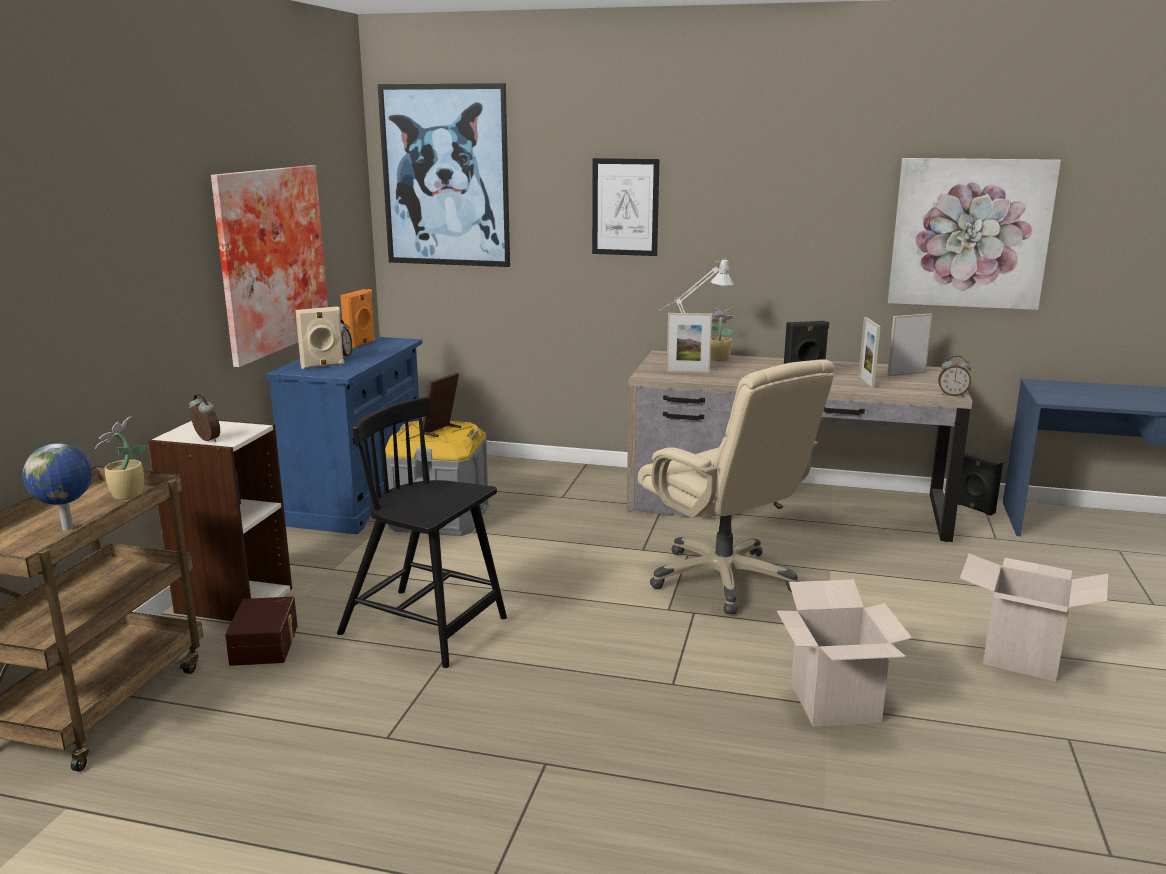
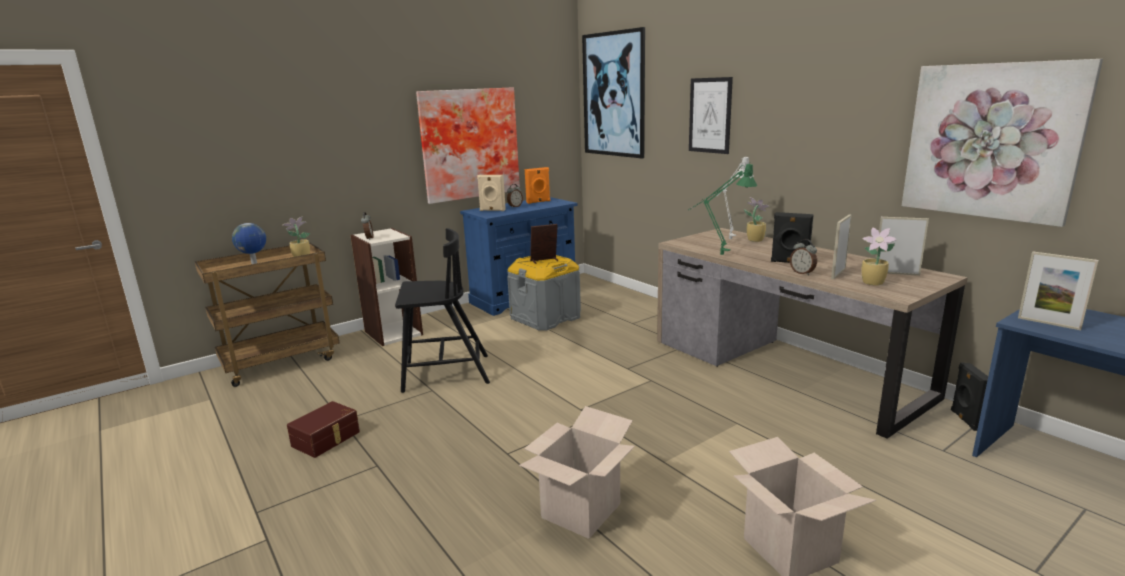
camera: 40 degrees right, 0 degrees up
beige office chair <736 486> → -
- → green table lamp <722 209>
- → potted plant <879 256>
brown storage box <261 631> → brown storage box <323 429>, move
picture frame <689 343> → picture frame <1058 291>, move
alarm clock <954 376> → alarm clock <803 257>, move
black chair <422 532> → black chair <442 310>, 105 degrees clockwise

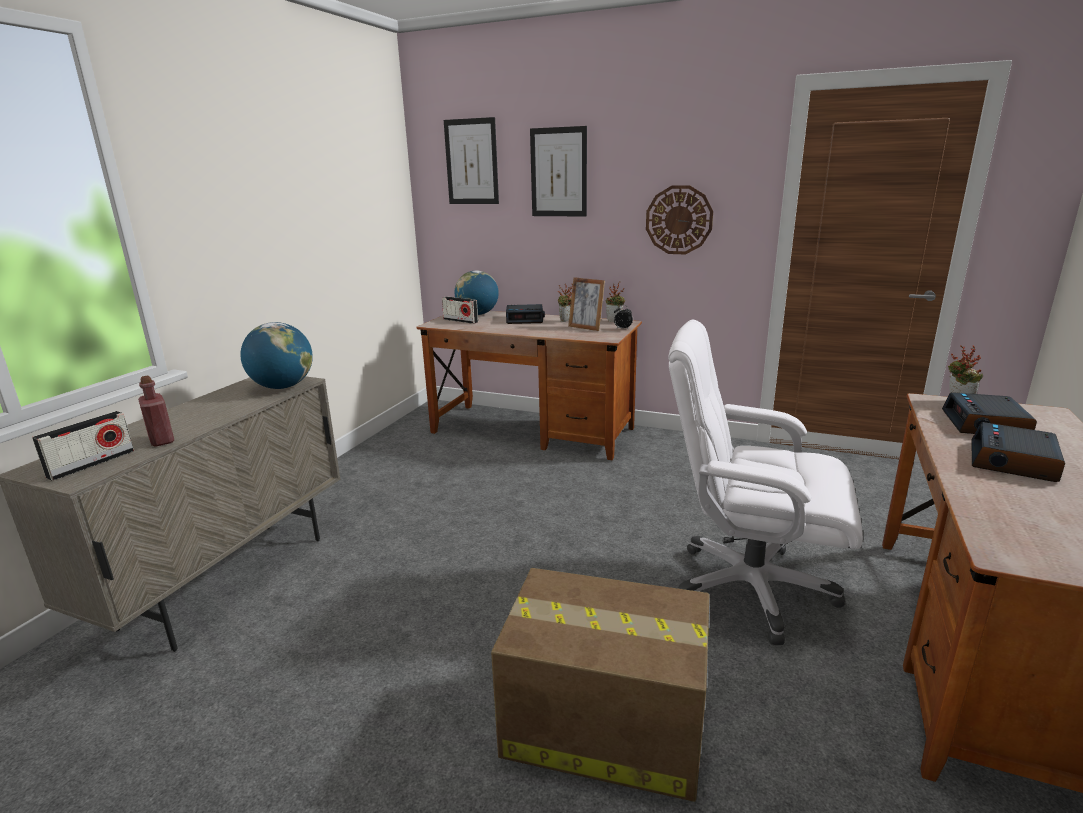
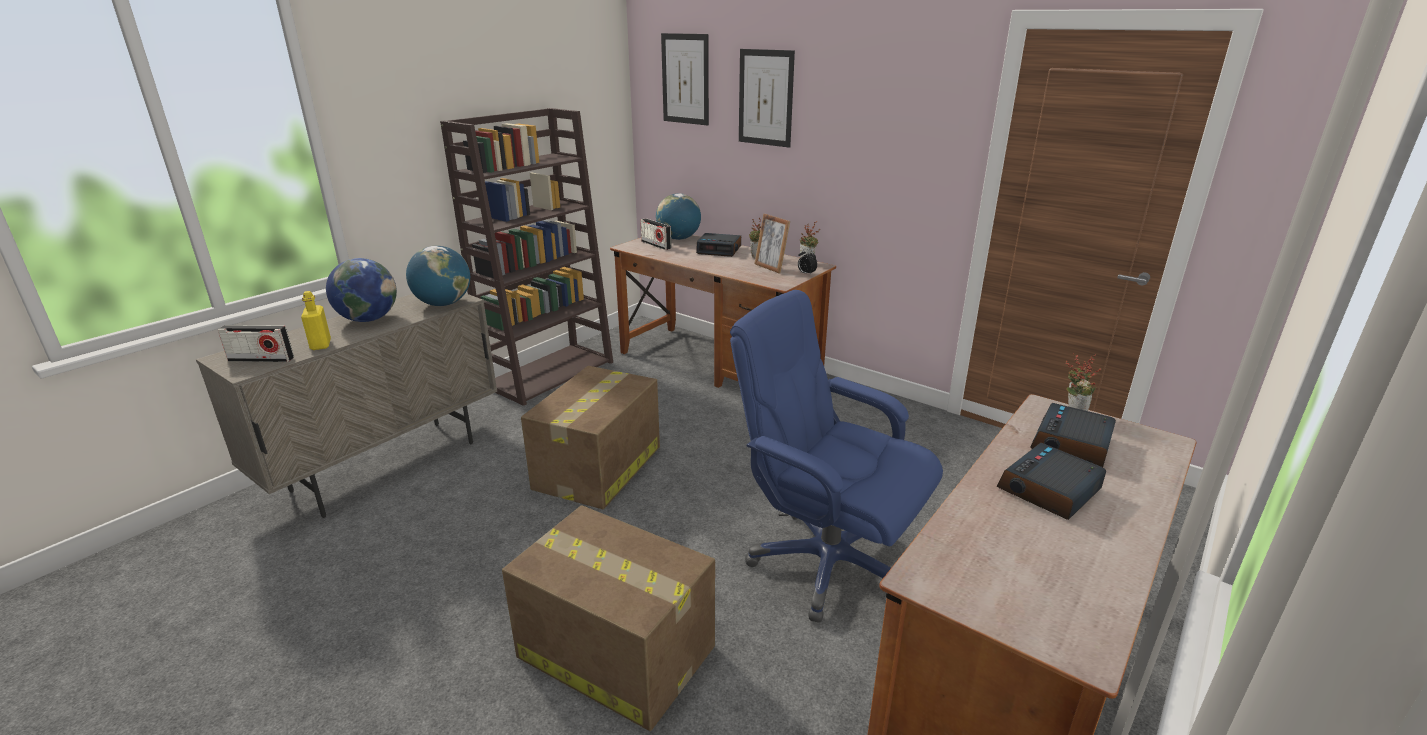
camera: 15 degrees right, 5 degrees up
wall clock <679 219> → -
- → globe <361 290>
- → brown bookcase <526 257>
- → cardboard box <590 437>
red bottle <156 411> → yellow bottle <316 320>
white office chair <765 482> → blue office chair <836 456>
radio <83 446> → radio <256 343>, 45 degrees clockwise

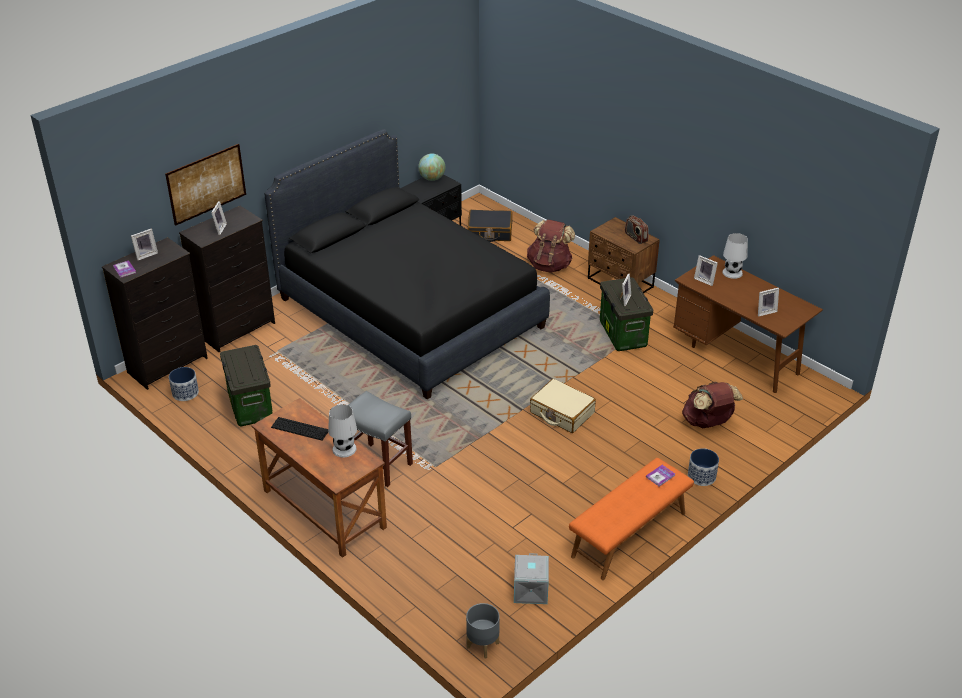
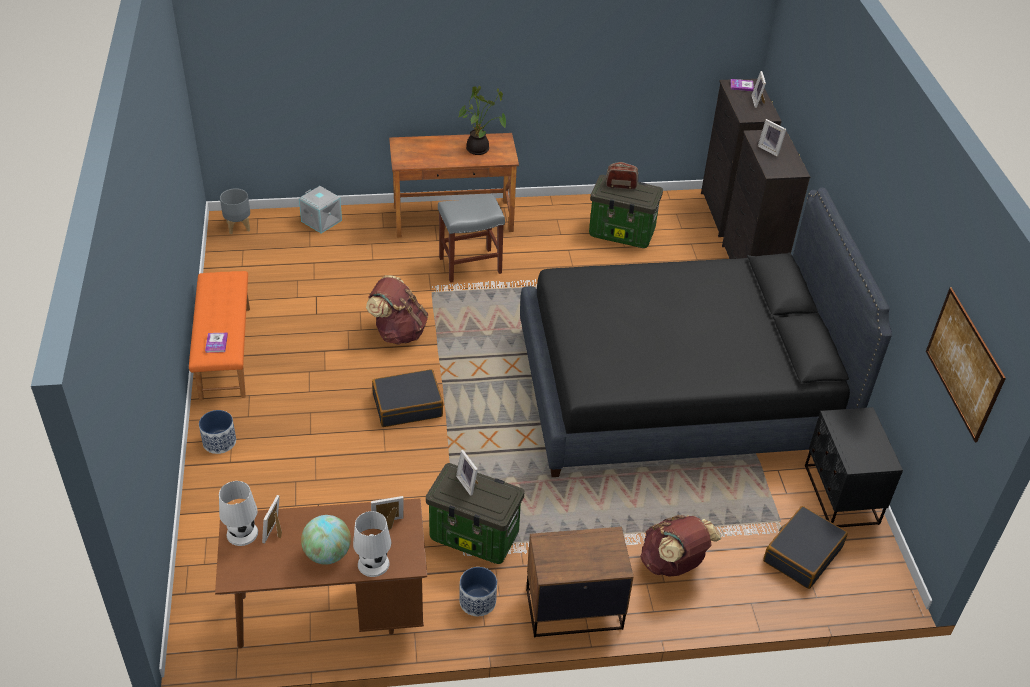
camera: 125 degrees right, 5 degrees up
picture <205 185> → picture <966 365>, move
planter <184 384> → planter <478 591>, move
white table lamp <342 430> → white table lamp <238 513>, move
globe <431 167> → globe <326 540>, move
grey storage box <531 578> → grey storage box <320 209>, move
radio <636 229> → radio <622 175>, move
brown backpack <712 405> → brown backpack <397 310>, move
keyboard <299 429> → potted plant <482 120>
beige suitcase <563 406> → black suitcase <407 398>

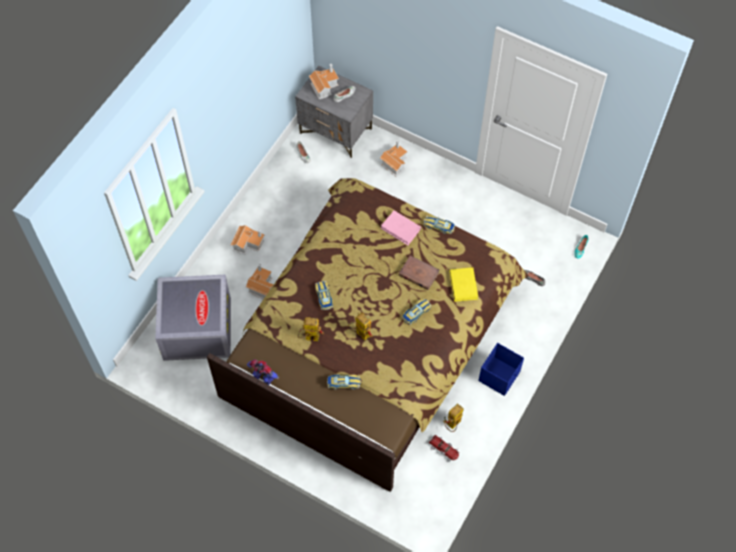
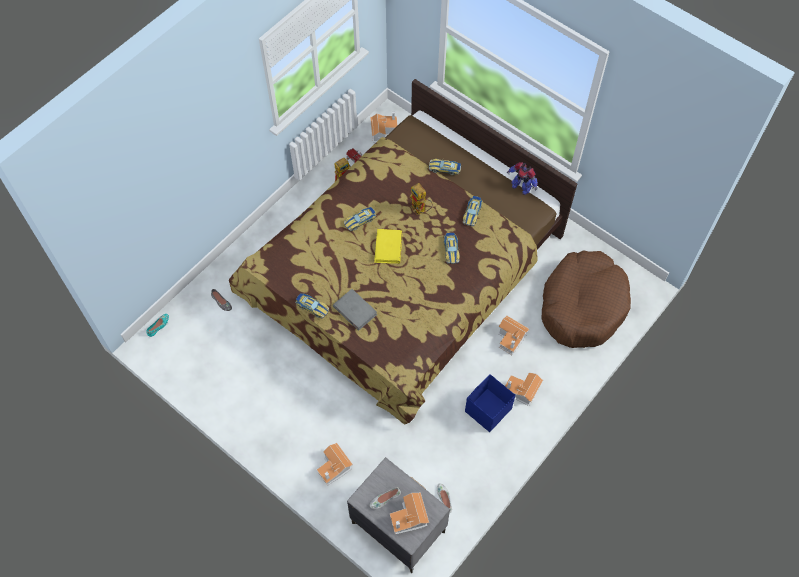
camera: 170 degrees left, 0 degrees up
brown book <419 272> → -
- → toy house <384 126>
yellow book <463 284> → yellow book <388 246>, move
blue storage box <501 369> → blue storage box <490 403>, move
grey storage box <193 317> → brown dog bed <586 299>
toy robot <311 329> → toy car <472 211>
pink book <401 227> → grey book <355 310>

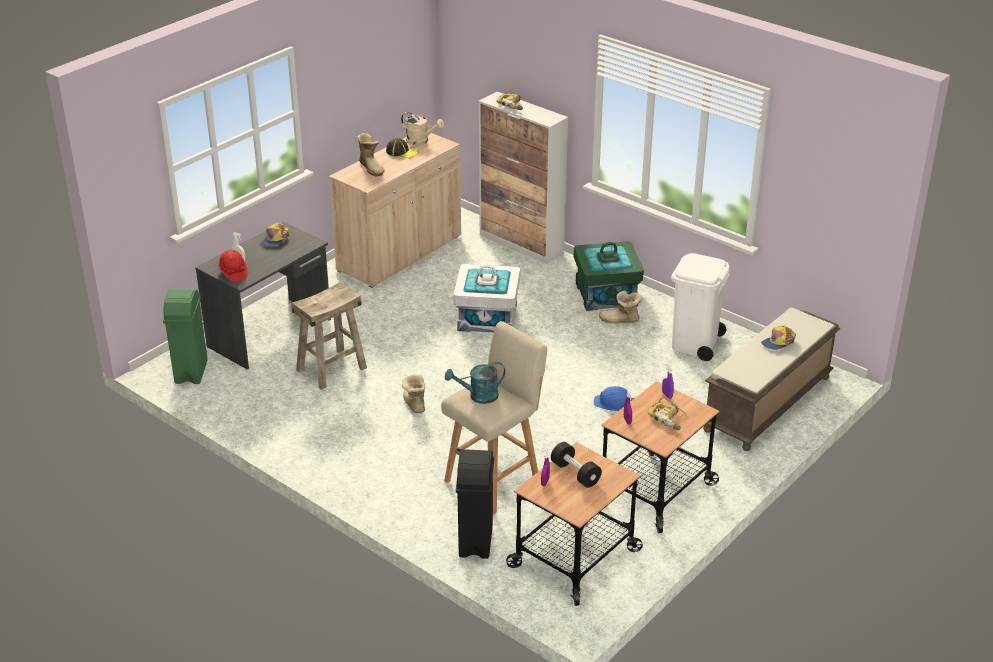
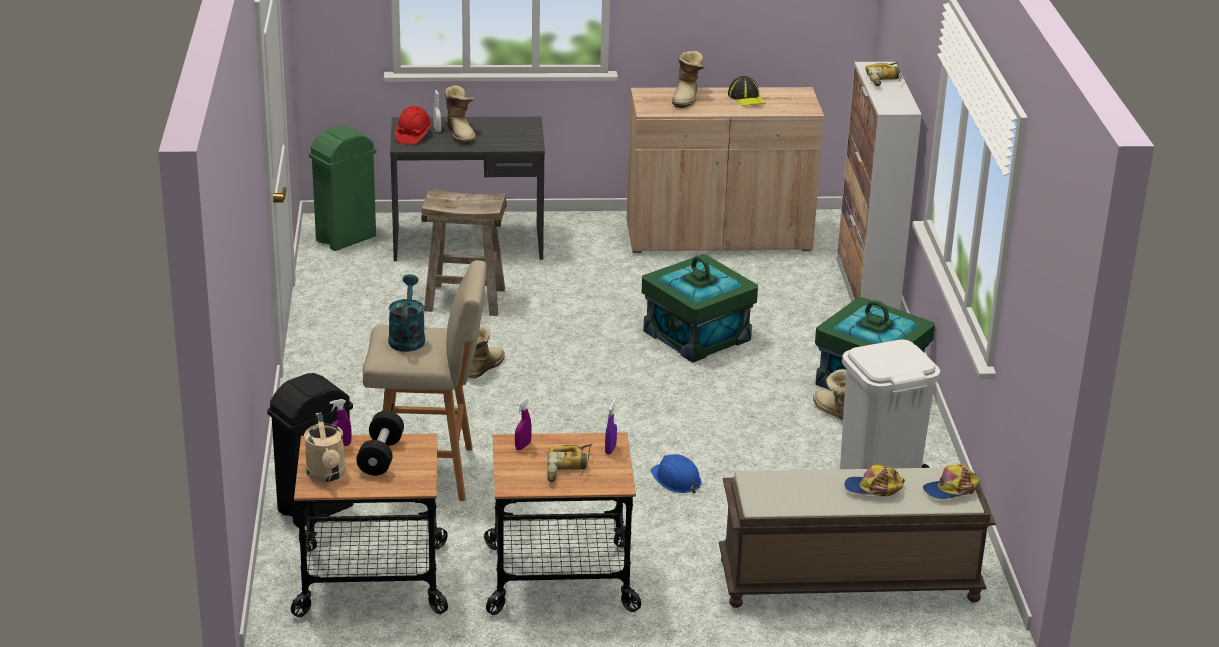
camera: 45 degrees right, 5 degrees down
- → boot <460 114>
cap <274 234> → cap <951 481>, move
beige watering can <422 128> → beige watering can <325 447>, move
white storage box <487 298> → green storage box <700 309>
turquoise watering can <475 383> → turquoise watering can <407 313>, 60 degrees clockwise

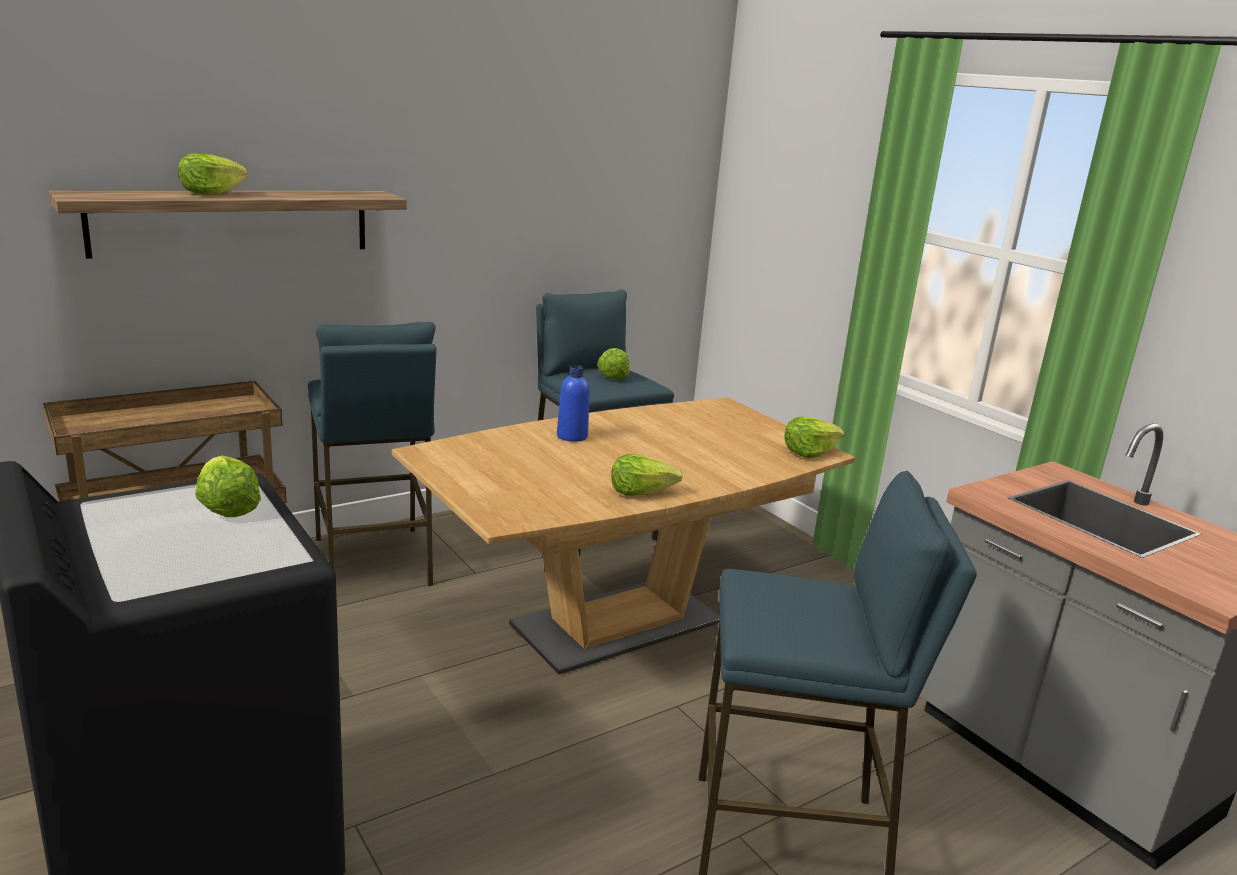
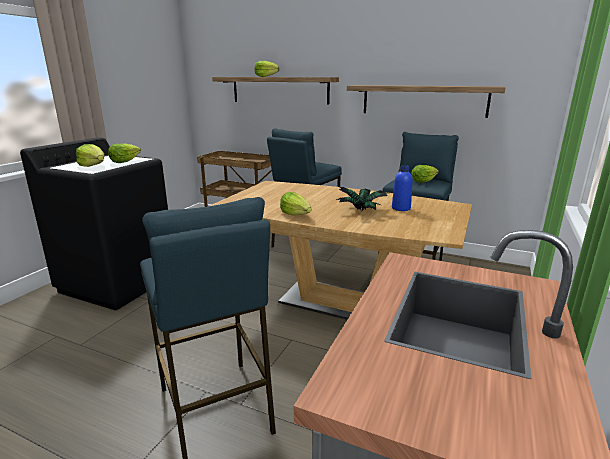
camera: 60 degrees right, 0 degrees up
- → potted plant <362 199>
- → shelf <426 101>
blue bottle <573 403> → blue bottle <402 188>, move
lettuce <814 437> → lettuce <90 155>, move

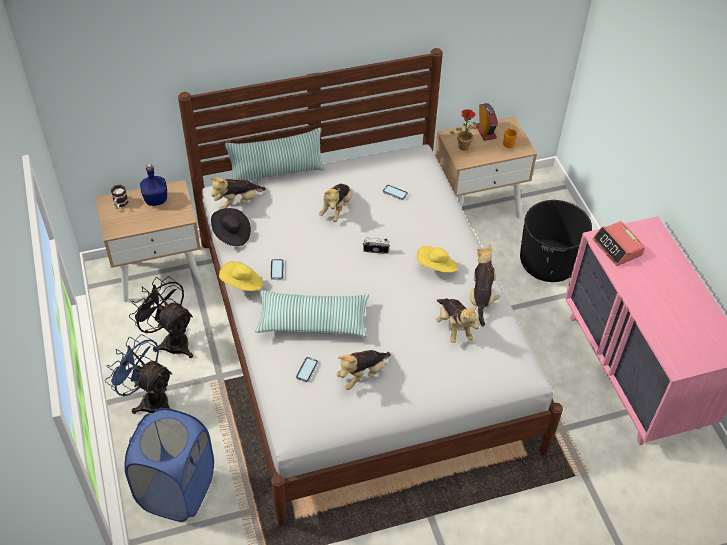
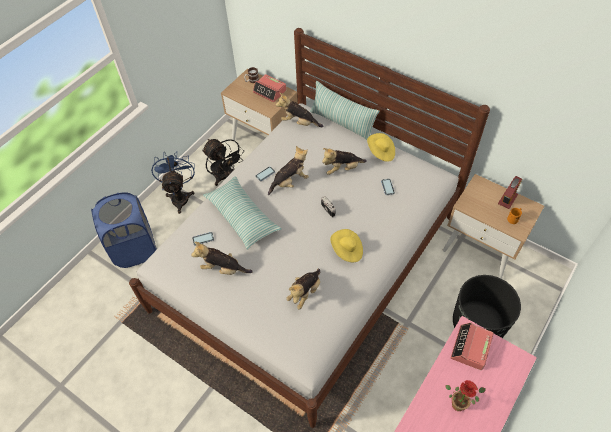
camera: 55 degrees right, 5 degrees up
black hat <231 227> → -
yellow hat <241 276> → yellow hat <381 147>, move
potted plant <463 129> → potted plant <466 395>, move
plush toy <485 285> → plush toy <288 170>, move
blue bottle <153 185> → alarm clock <269 88>
black fan <161 317> → black fan <223 162>, 135 degrees clockwise

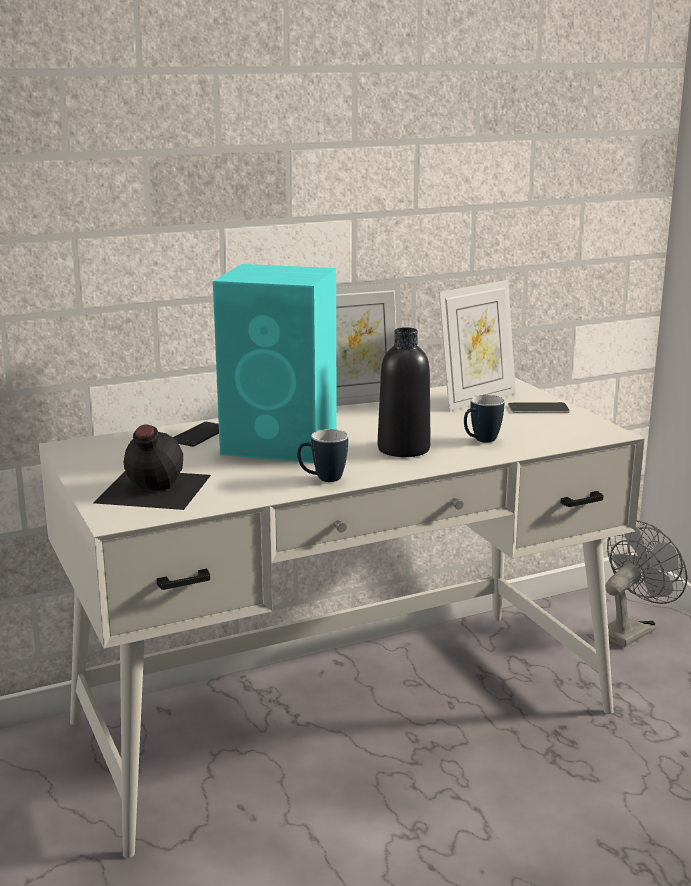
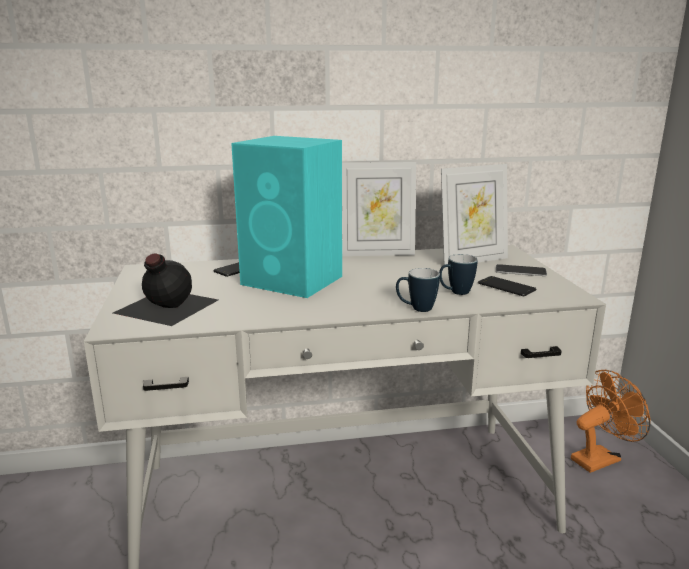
camera: 15 degrees right, 0 degrees up
black bottle <404 392> → -
- → phone <507 286>
mug <322 455> → mug <418 290>, move
grey fan <646 583> → orange fan <611 421>

